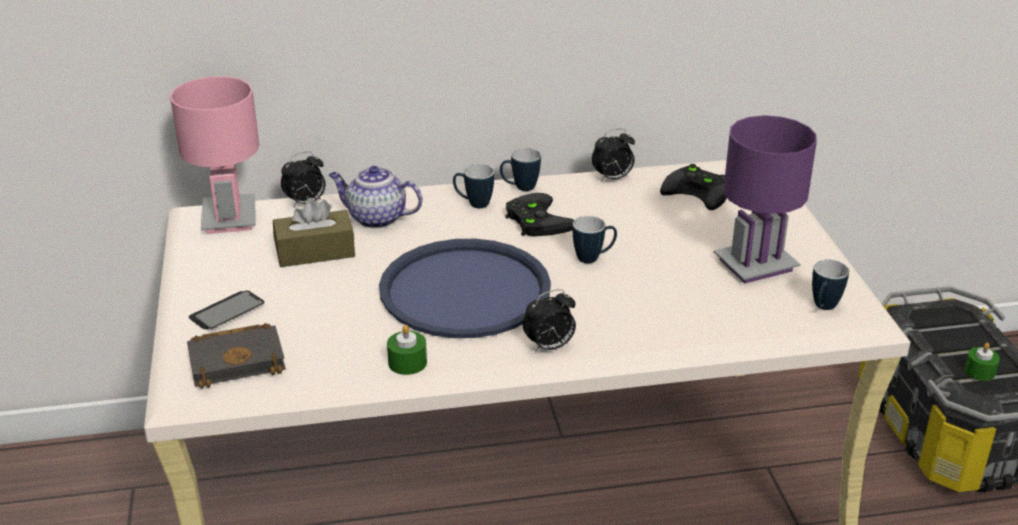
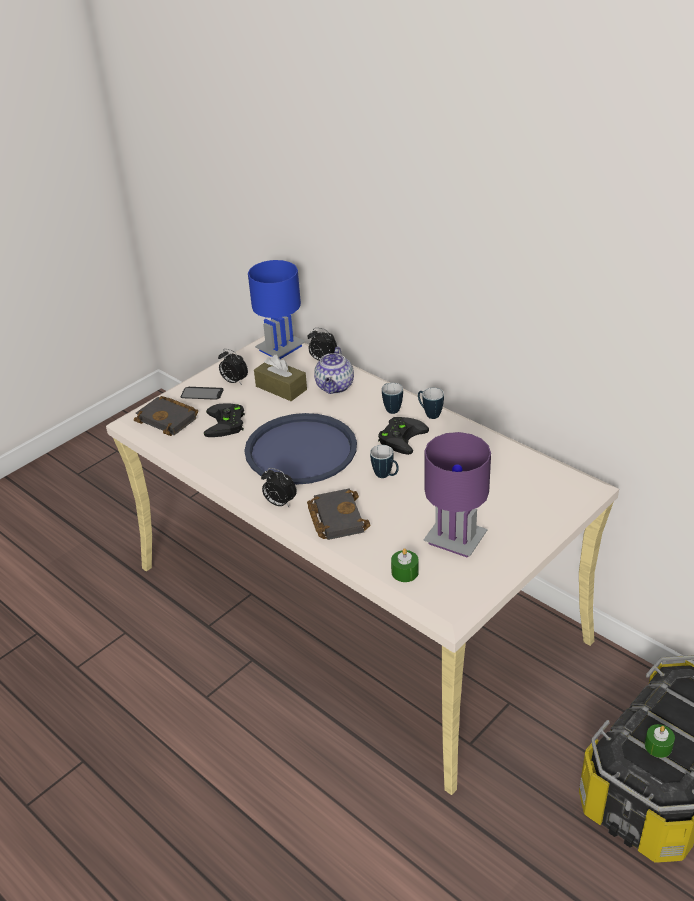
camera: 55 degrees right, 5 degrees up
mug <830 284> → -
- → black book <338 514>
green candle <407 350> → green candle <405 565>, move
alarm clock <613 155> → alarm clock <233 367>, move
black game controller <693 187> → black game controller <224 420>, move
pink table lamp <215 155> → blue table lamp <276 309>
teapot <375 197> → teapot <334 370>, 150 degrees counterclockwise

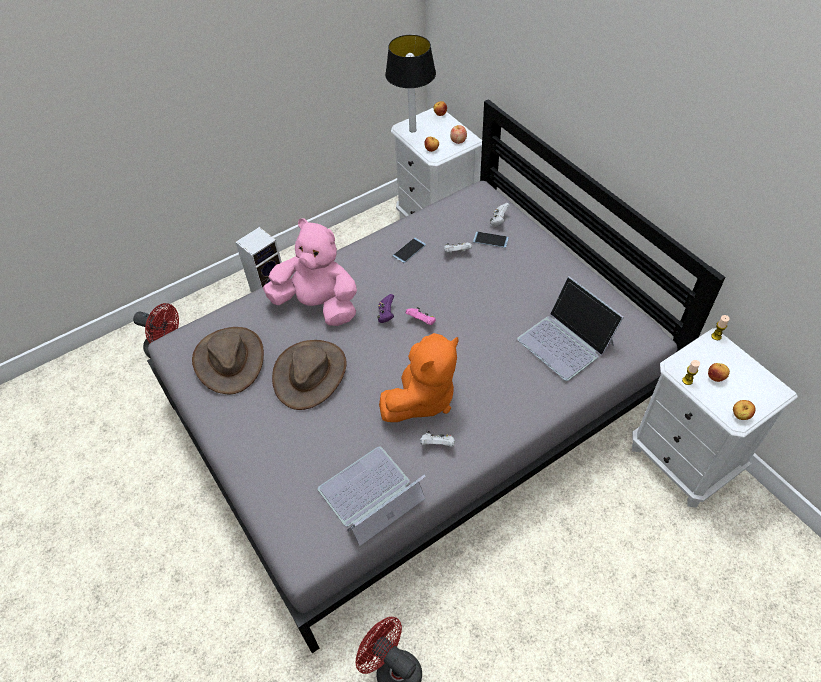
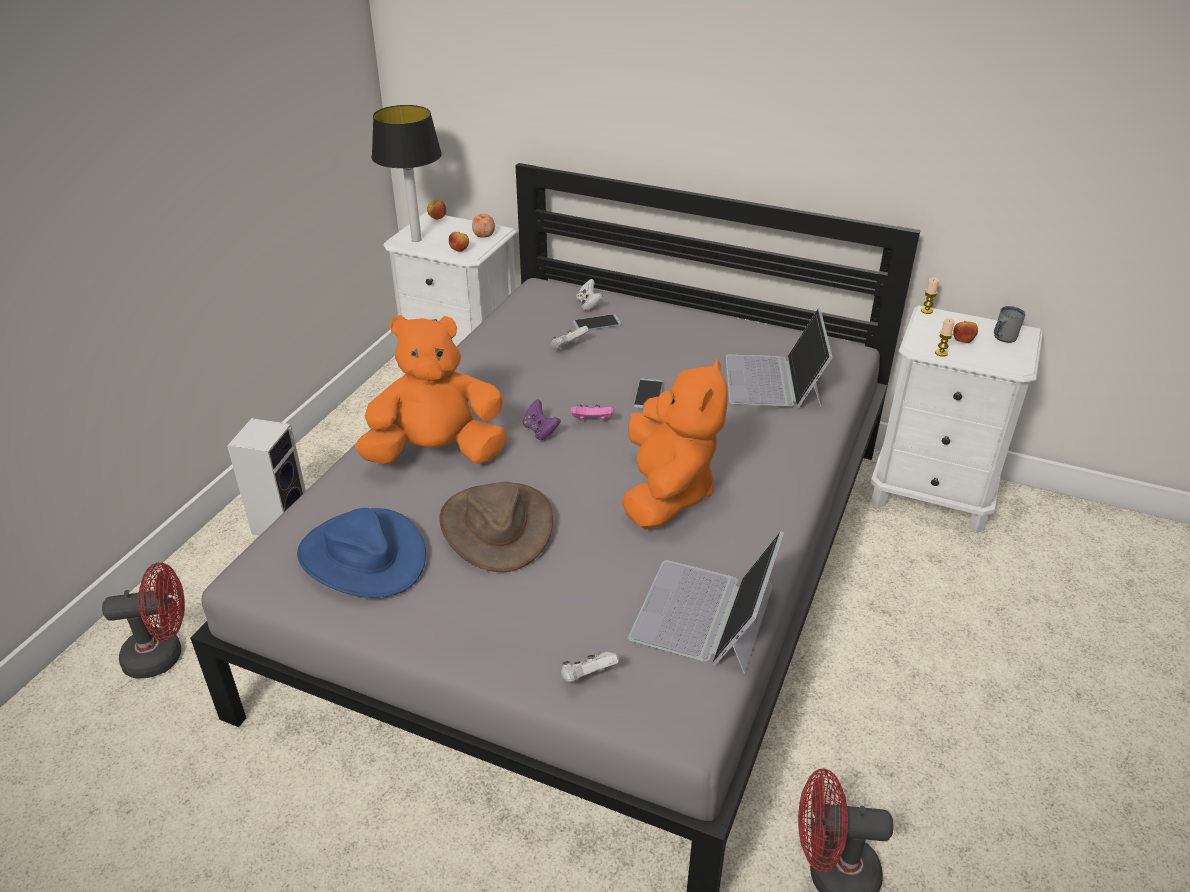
camera: 35 degrees left, 15 degrees down
apple <744 410> → -
- → grey mug <1009 324>
phone <409 250> → phone <648 393>, move
white game controller <437 439> → white game controller <590 667>, move
brown hat <228 360> → blue hat <361 553>
pink plush toy <310 272> → orange plush toy <431 390>
laptop <570 328> → laptop <779 358>, 75 degrees clockwise

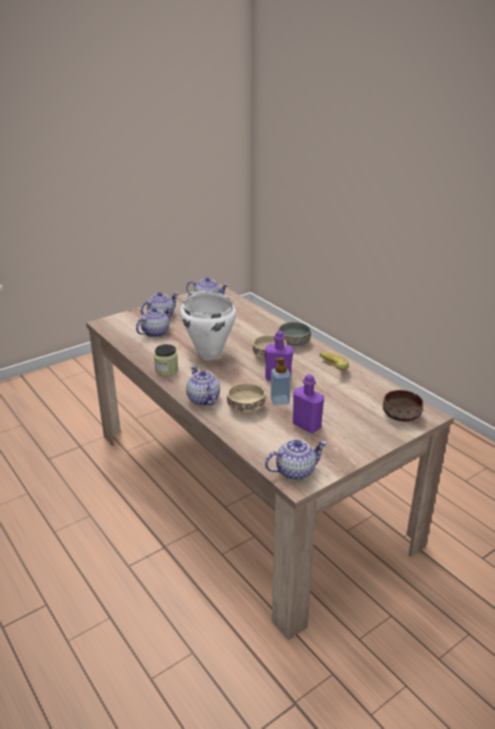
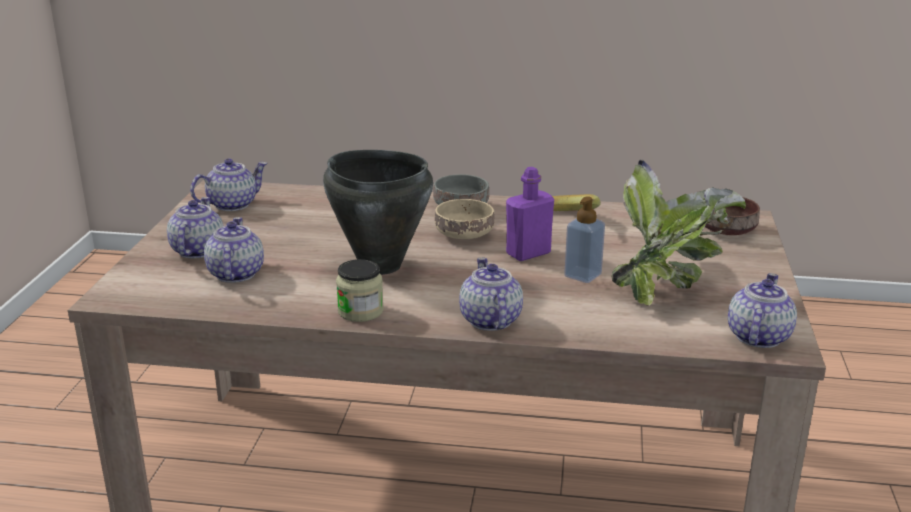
camera: 45 degrees left, 5 degrees down
beige bowl <246 398> → -
purple bottle <308 403> → potted plant <679 232>
white cooking pot <208 325> → black cooking pot <378 212>
teapot <203 386> → teapot <491 294>, 60 degrees clockwise

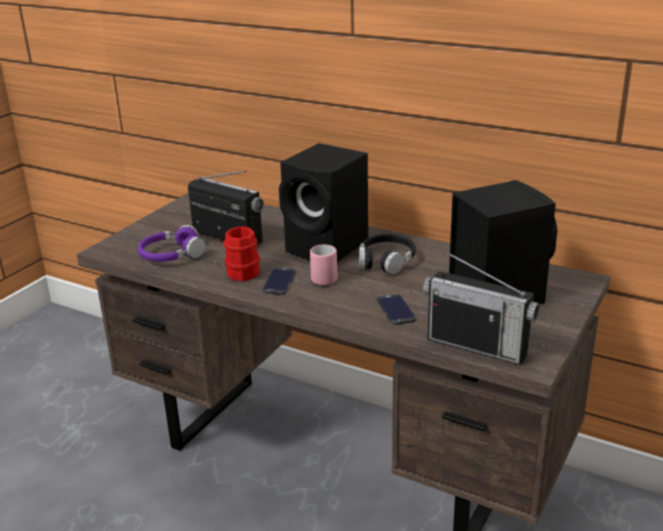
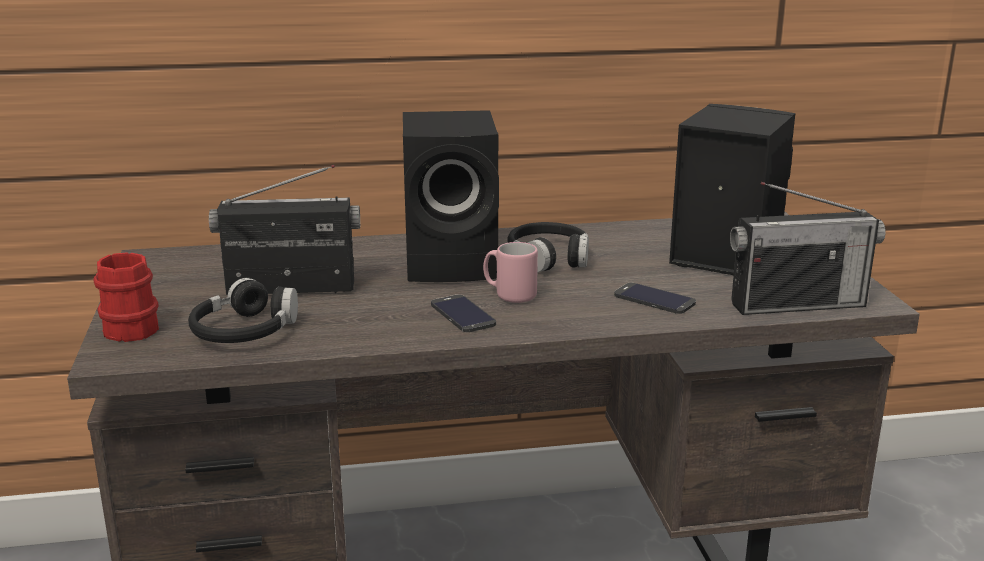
camera: 40 degrees left, 5 degrees down
red mug <242 253> → red mug <126 297>, move
purple headphones <171 243> → black headphones <243 310>

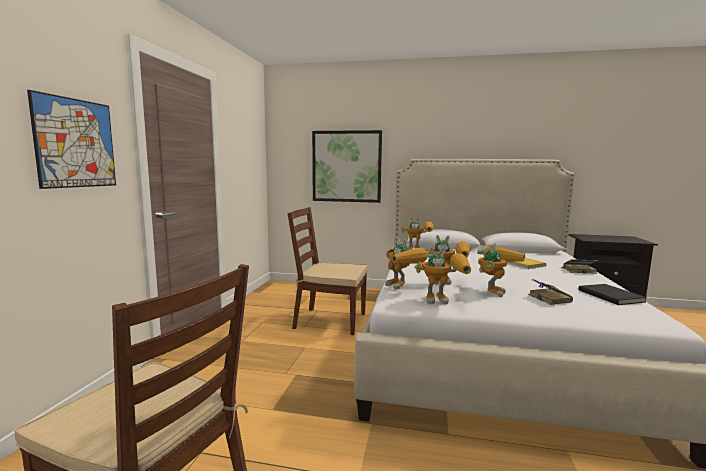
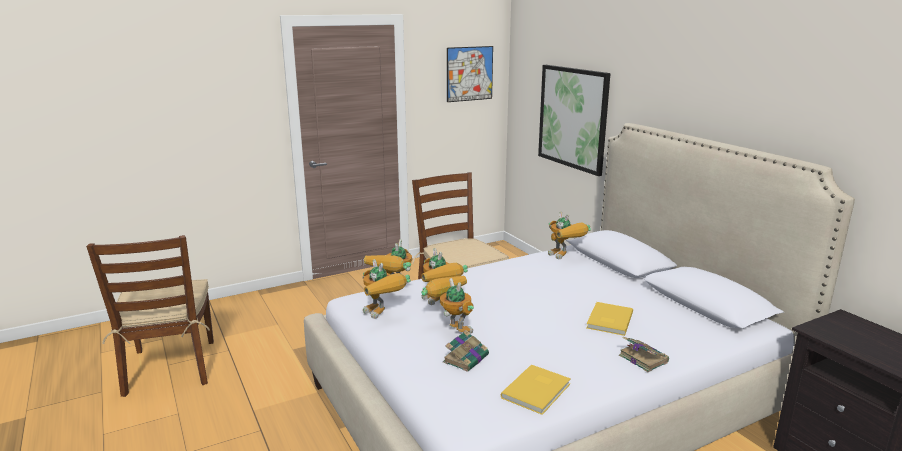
camera: 50 degrees right, 10 degrees up
picture <71 139> → picture <470 74>, move
black book <612 294> → yellow book <536 389>
toy robot <501 270> → toy robot <447 304>, 120 degrees counterclockwise

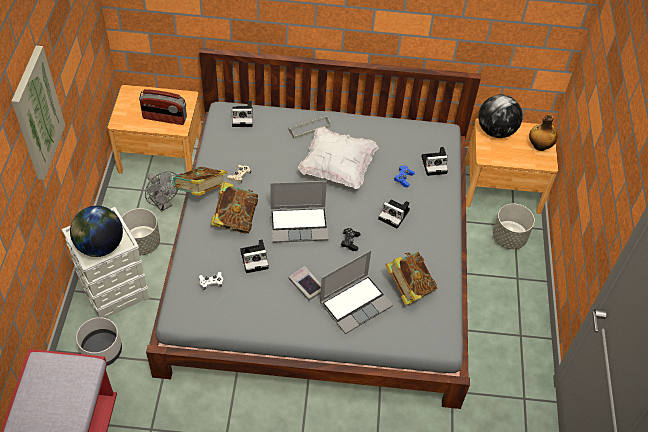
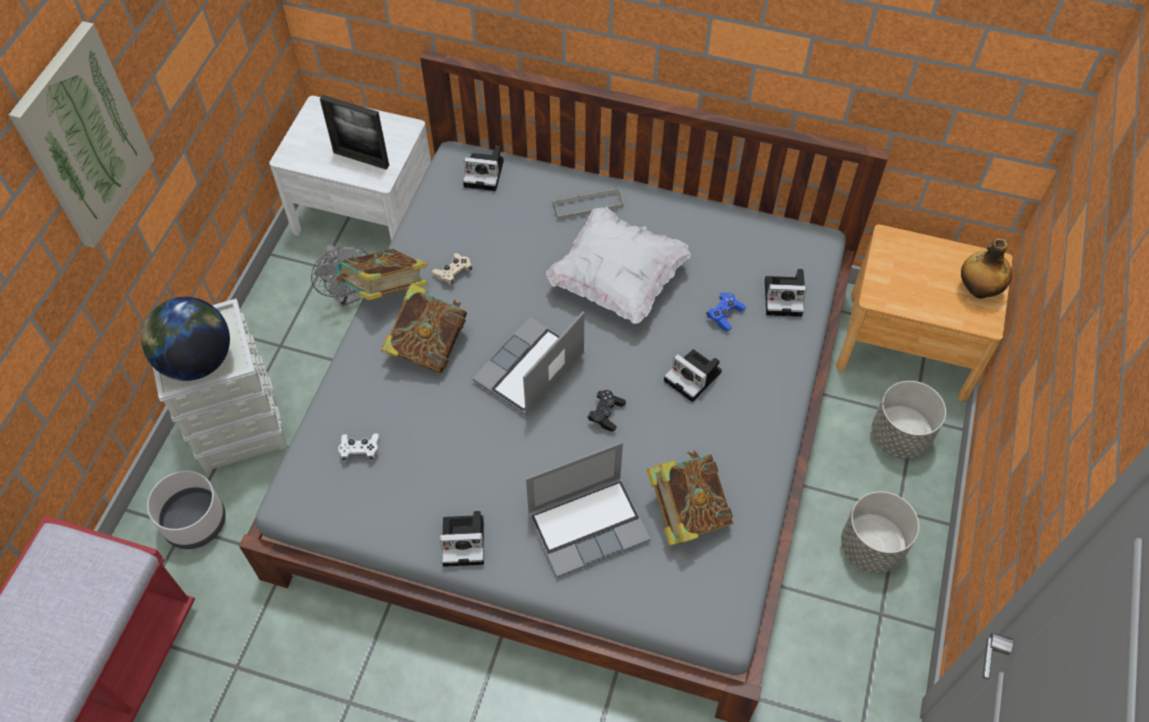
camera: 15 degrees right, 5 degrees up
book <305 283> → -
globe <500 116> → -
grey planter <141 231> → grey planter <880 532>, move
photo camera <254 256> → photo camera <462 539>, move
radio <163 107> → picture frame <354 132>
brown nightstand <155 129> → white nightstand <350 168>
laptop <299 212> → laptop <528 364>, 120 degrees clockwise

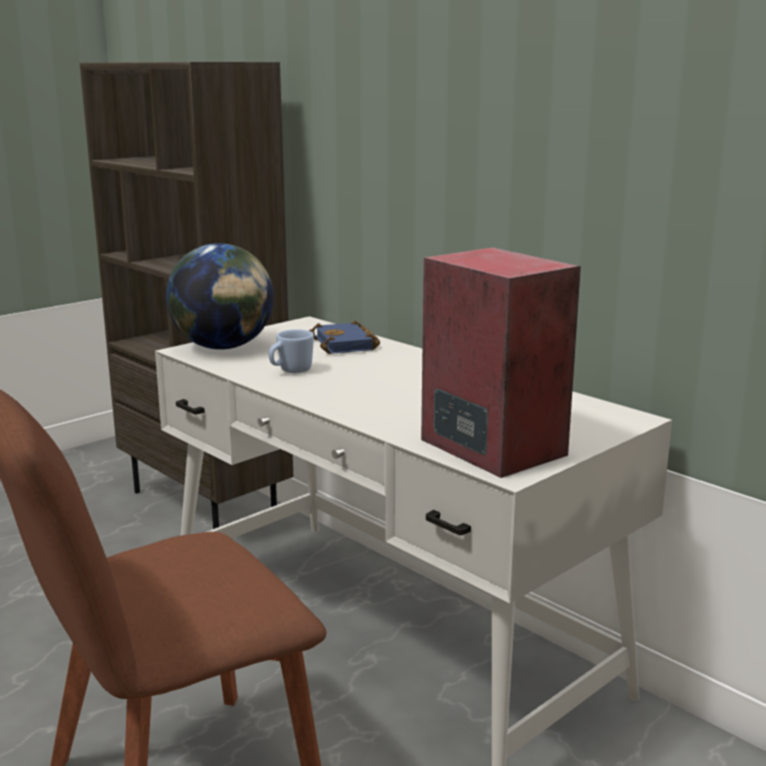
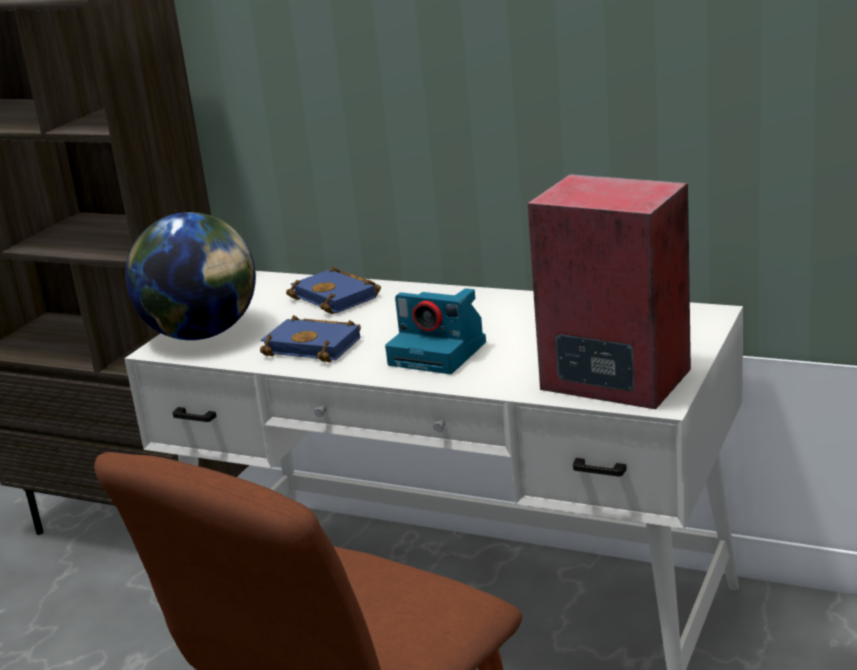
camera: 20 degrees left, 5 degrees up
- → photo camera <435 331>
blue mug <291 351> → blue book <310 338>

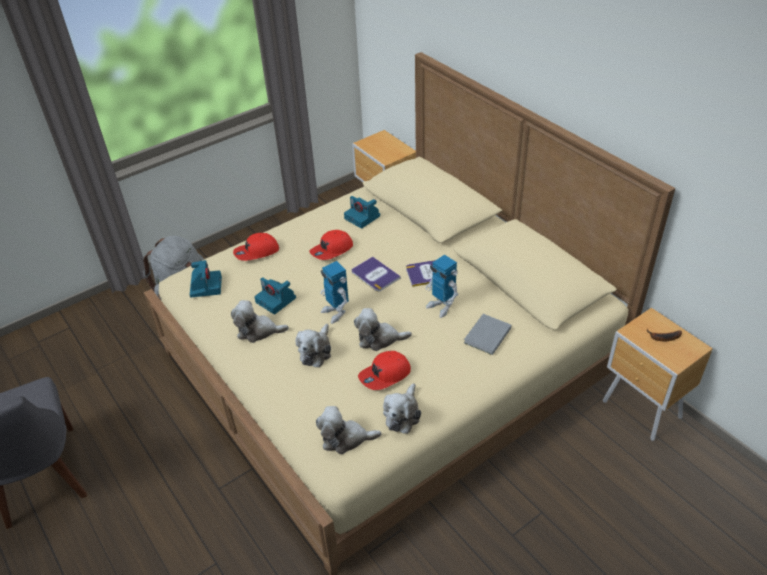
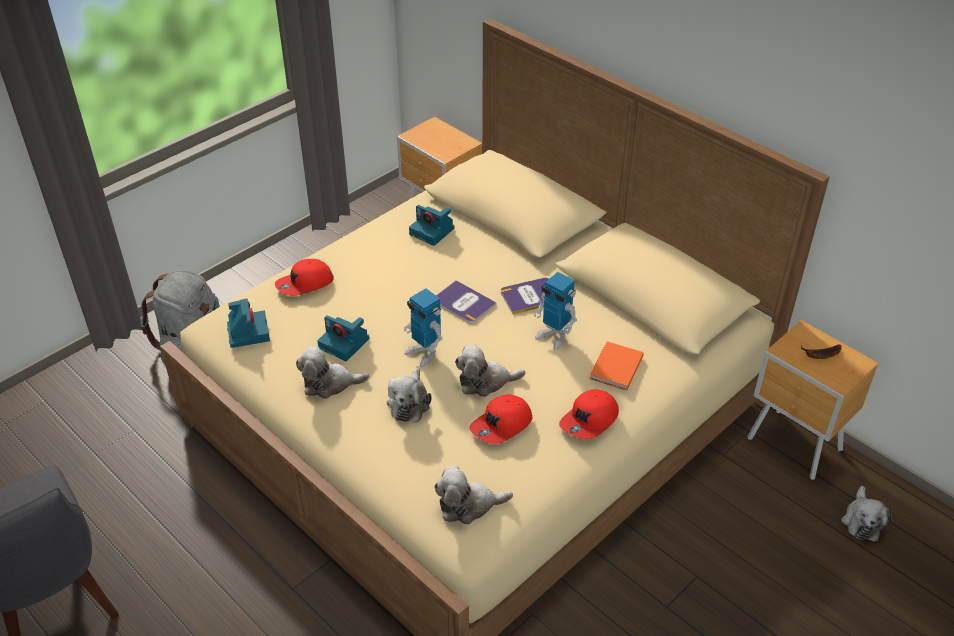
camera: 10 degrees left, 0 degrees up
red cap <331 245> → red cap <589 414>, move
plush toy <402 408> → plush toy <866 513>, move
grey book <487 334> → orange book <617 365>

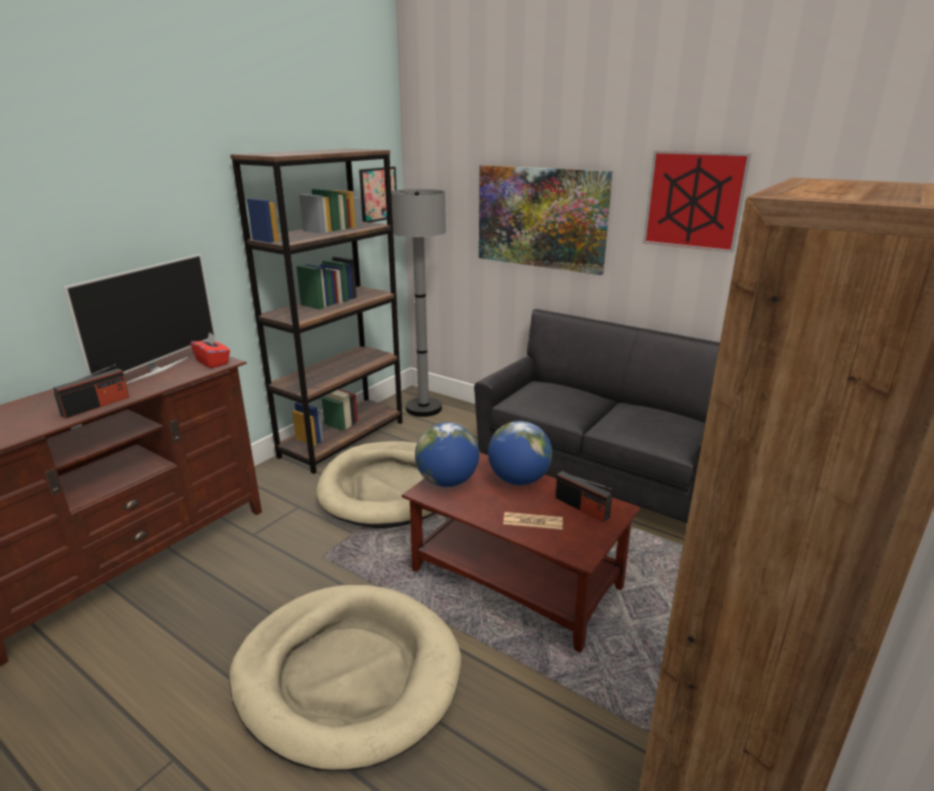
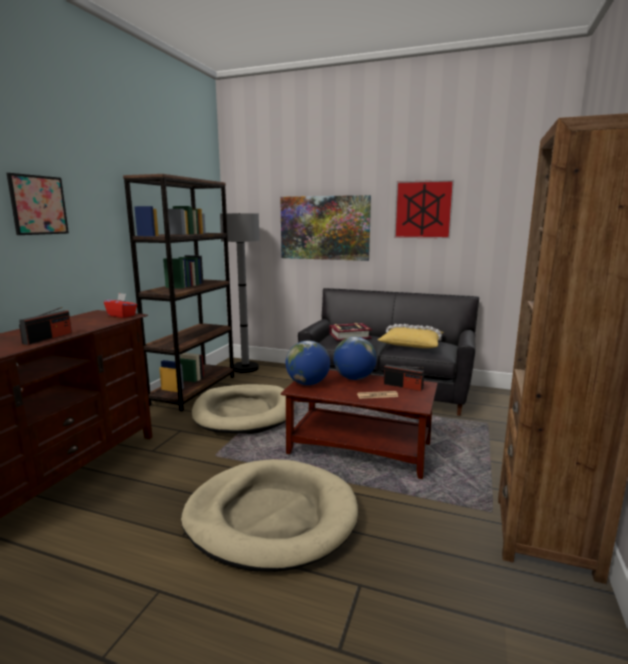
camera: 15 degrees left, 10 degrees down
television <140 319> → -
- → book <350 332>
- → yellow pillow <411 336>
picture <378 195> → picture <38 204>, move

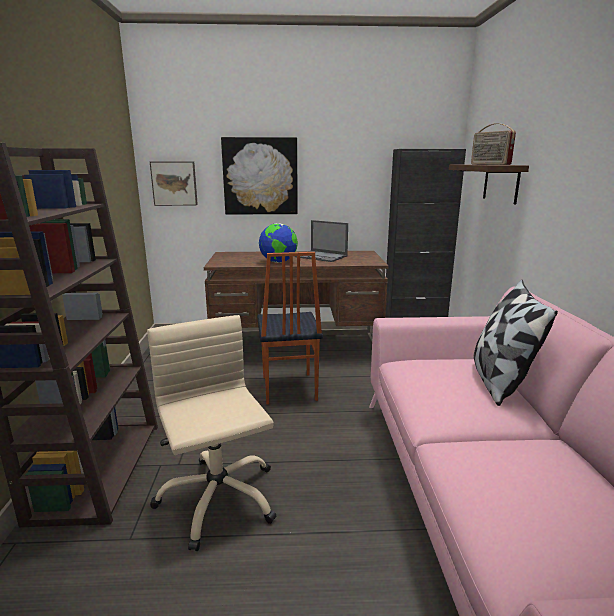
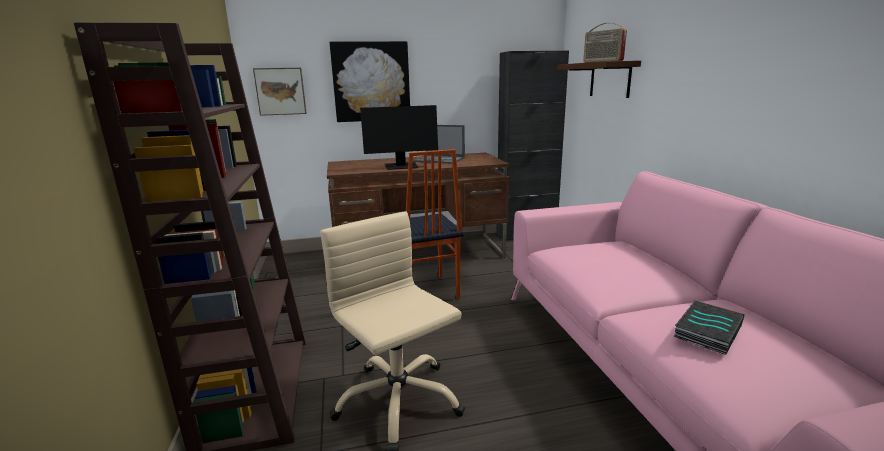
camera: 10 degrees left, 0 degrees up
pillow <515 343> → -
- → book <709 327>
globe <278 243> → monitor <399 137>

